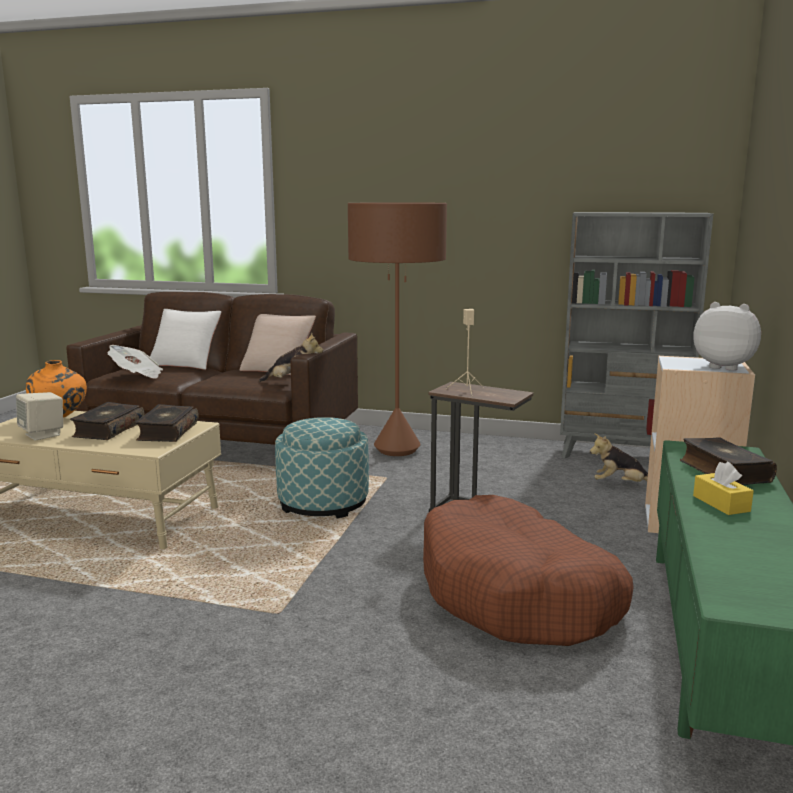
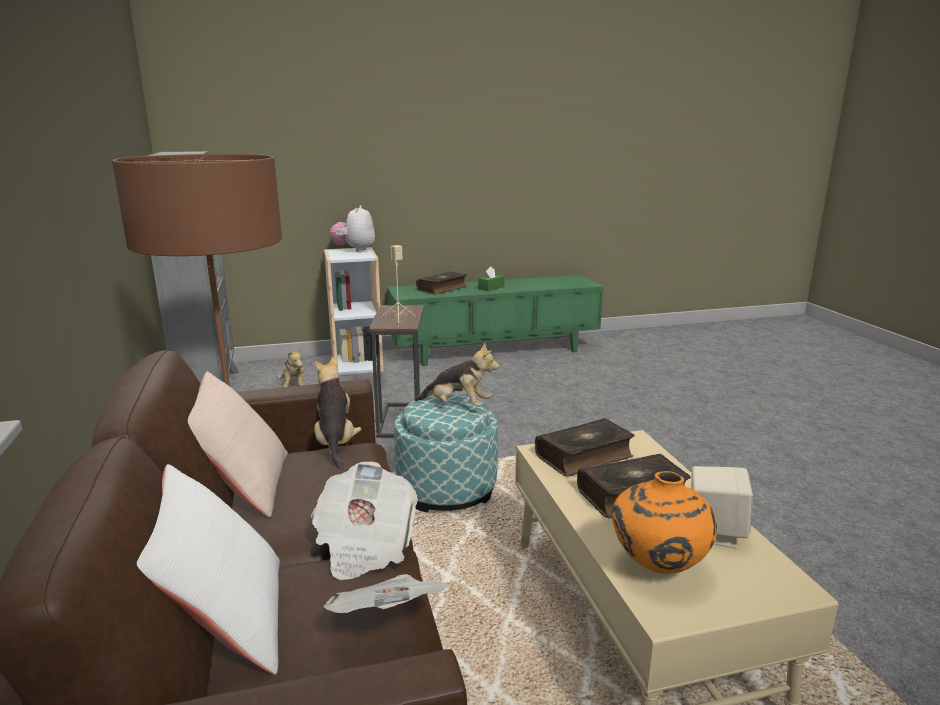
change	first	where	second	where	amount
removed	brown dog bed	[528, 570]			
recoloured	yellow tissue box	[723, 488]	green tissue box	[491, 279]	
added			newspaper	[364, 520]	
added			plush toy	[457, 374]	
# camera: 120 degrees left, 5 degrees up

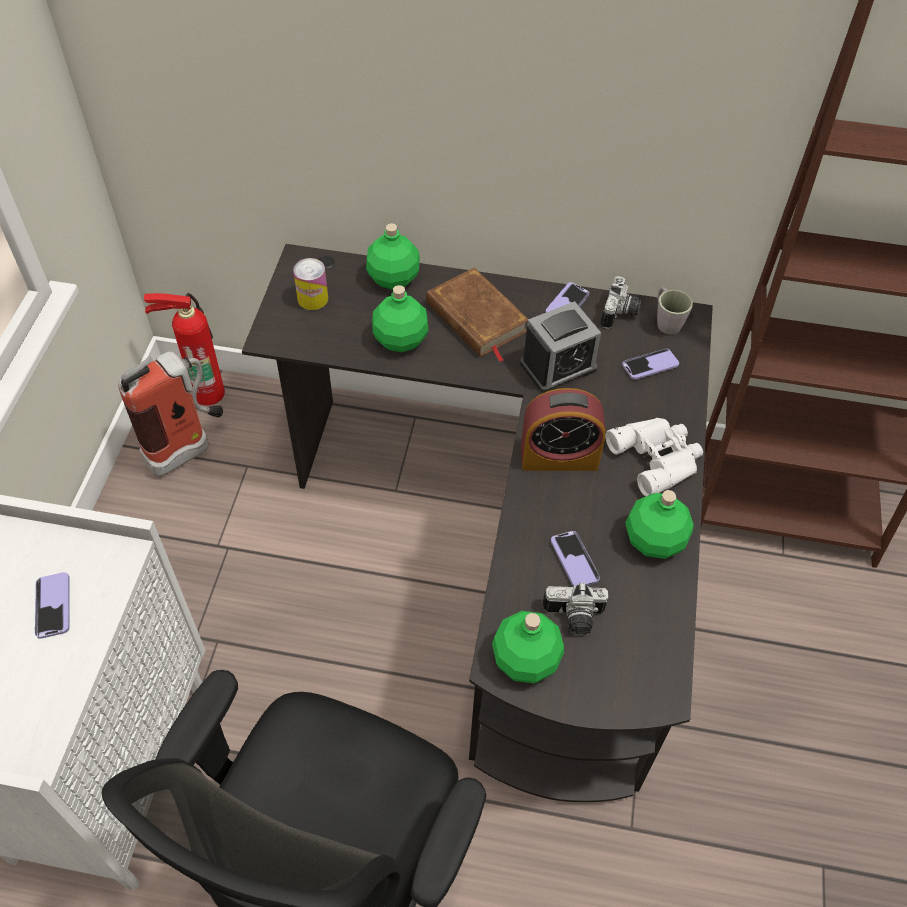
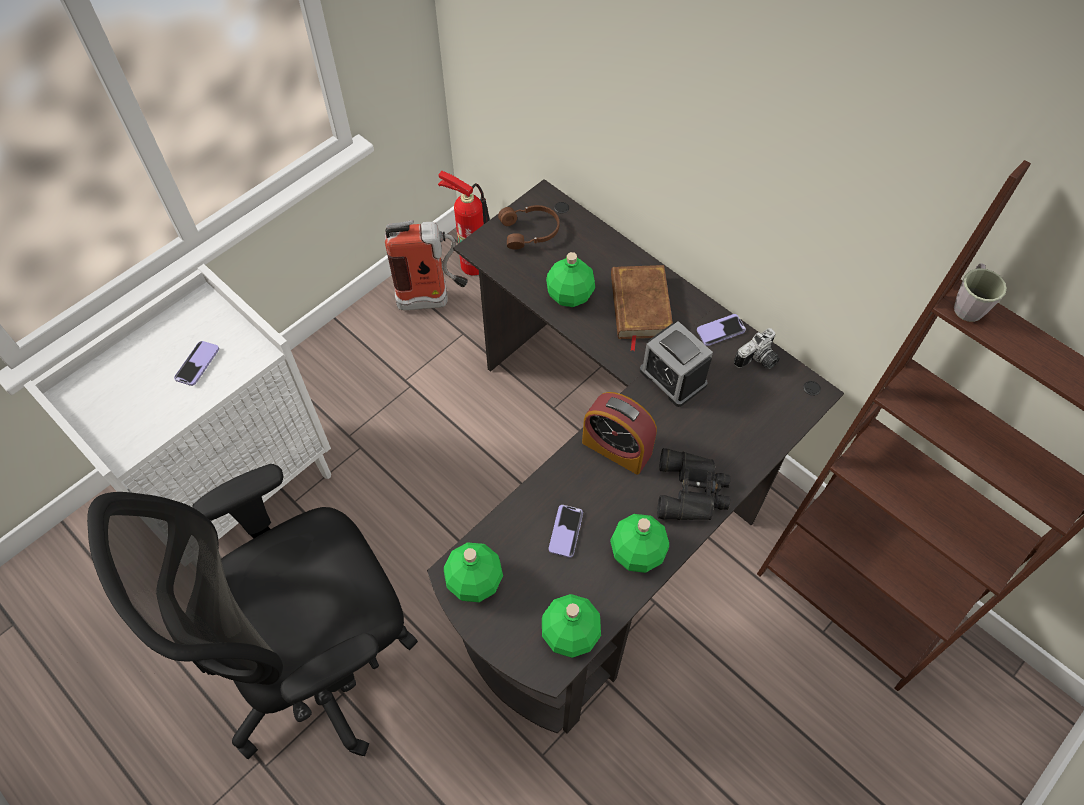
change	first	where	second	where	amount
replaced	can	[310, 284]	brown headphones	[528, 227]	
moved	green bottle	[393, 256]		[571, 626]	
turned	alarm clock	[560, 347]		[676, 364]	45 degrees clockwise
removed	photo camera	[575, 609]			
recoloured	white binoculars	[654, 457]	black binoculars	[693, 484]	
removed	phone	[650, 364]			
moved	grey mug	[675, 311]		[980, 292]	
# camera: 35 degrees right, 5 degrees up

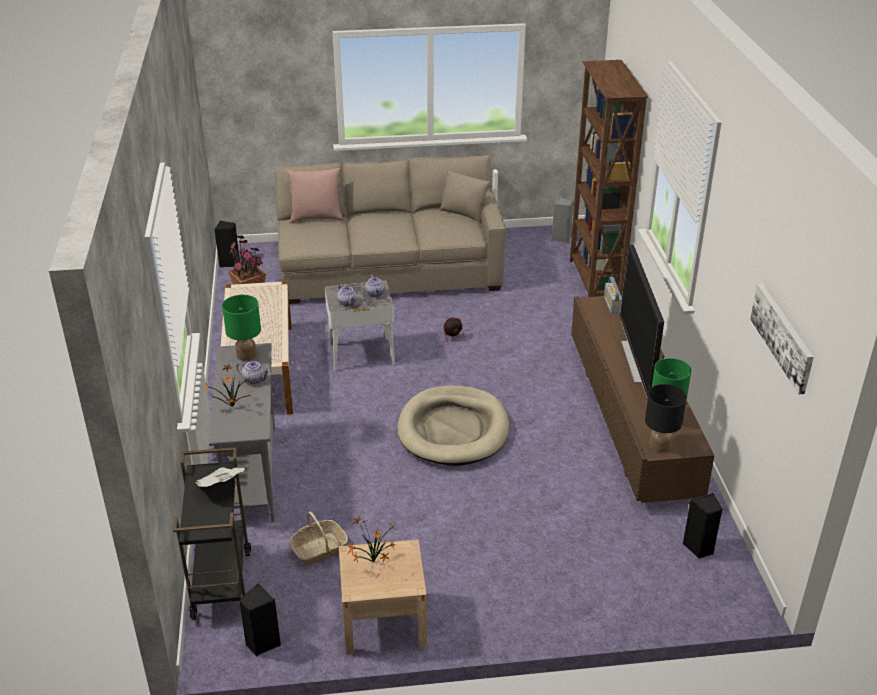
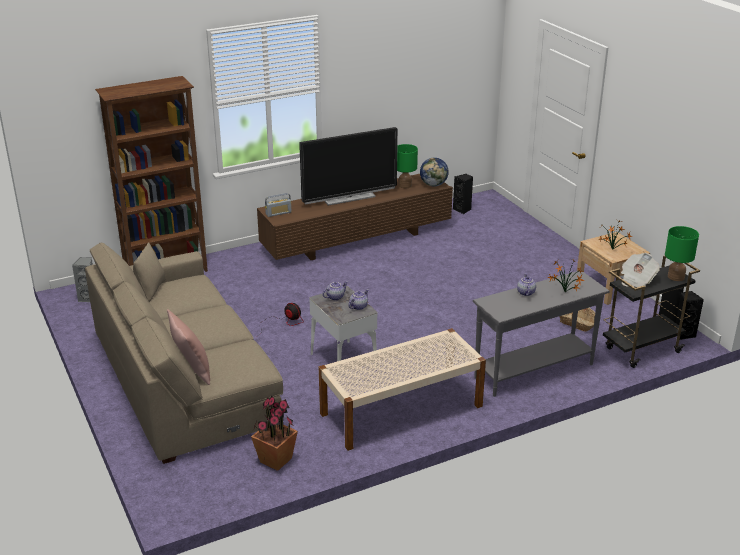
change	first	where	second	where	amount
moved	black speaker	[227, 244]		[689, 315]	
moved	green table lamp	[241, 327]		[682, 253]	
removed	beige dog bed	[453, 425]			
replaced	black table lamp	[666, 418]	globe	[434, 172]	
removed	picture	[782, 339]			
# camera: 110 degrees left, 5 degrees down

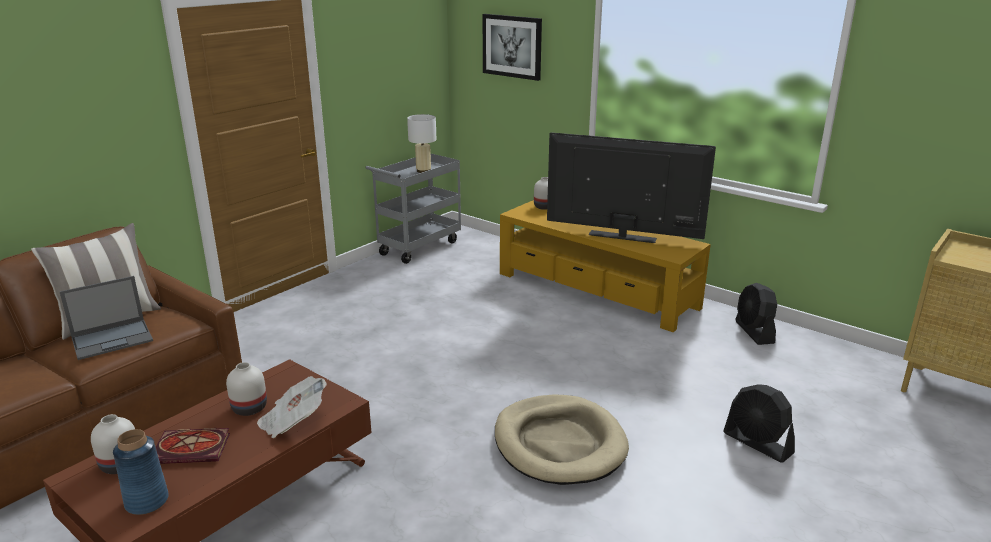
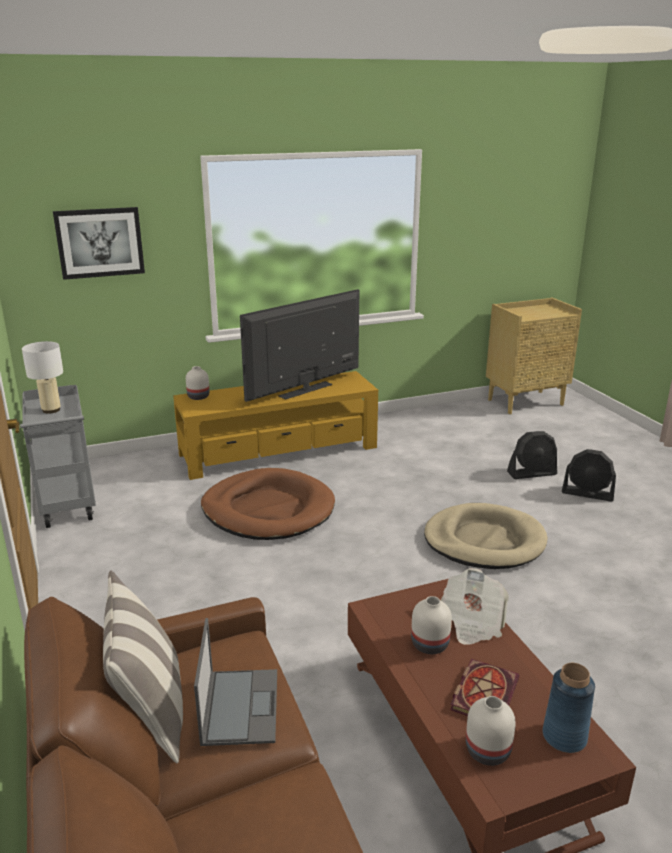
change	first	where	second	where	amount
moved	black fan	[756, 314]		[589, 475]	
added			brown dog bed	[268, 504]	
# camera: 60 degrees left, 0 degrees up

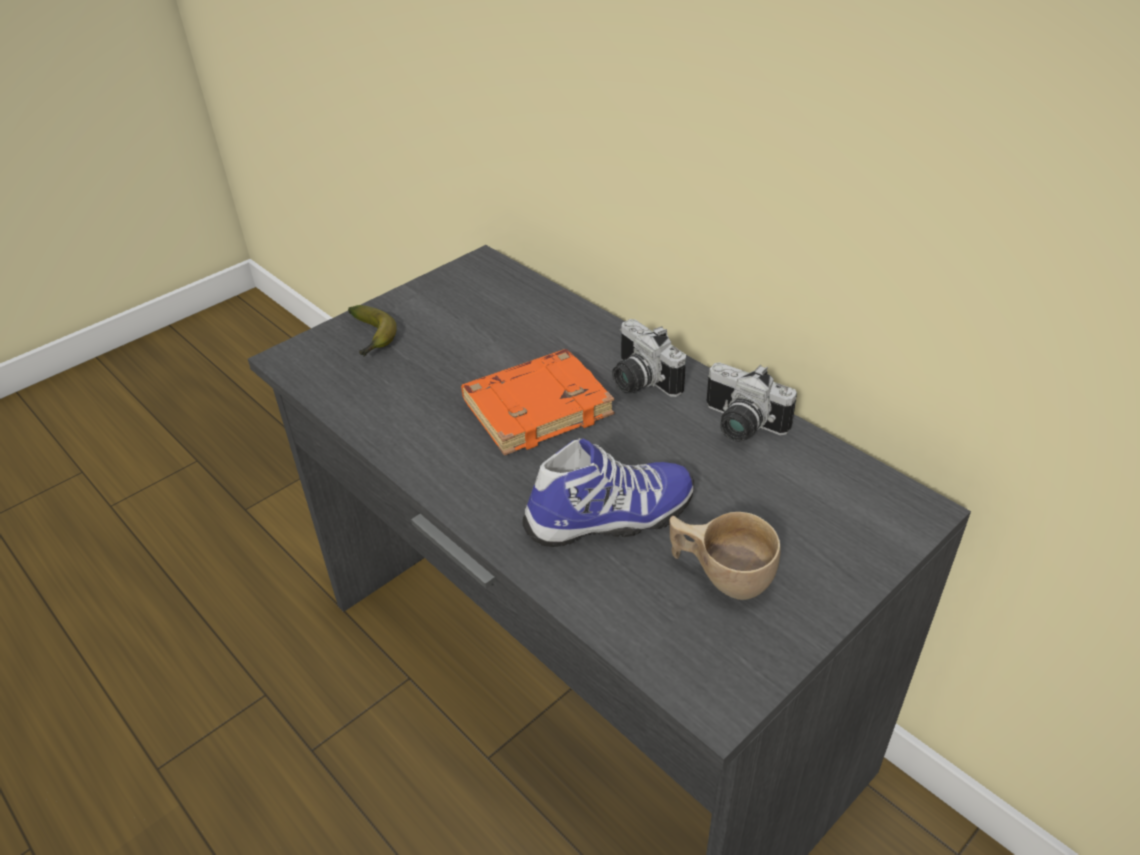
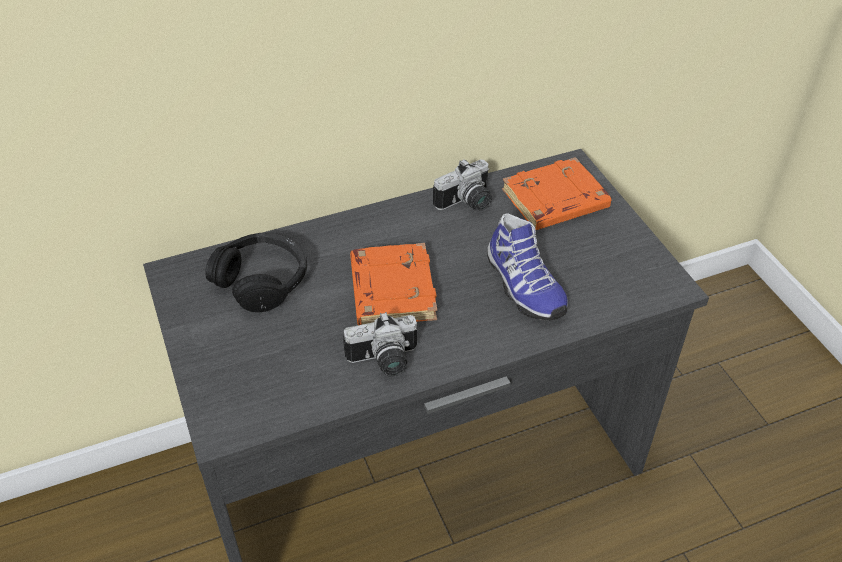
change	first	where	second	where	amount
removed	banana	[372, 331]			
turned	shoe	[608, 492]		[527, 267]	150 degrees clockwise
moved	photo camera	[649, 358]		[380, 344]	
removed	beige cup	[725, 556]			
added			black headphones	[256, 272]	
added			orange book	[556, 193]	
# camera: 70 degrees left, 5 degrees up

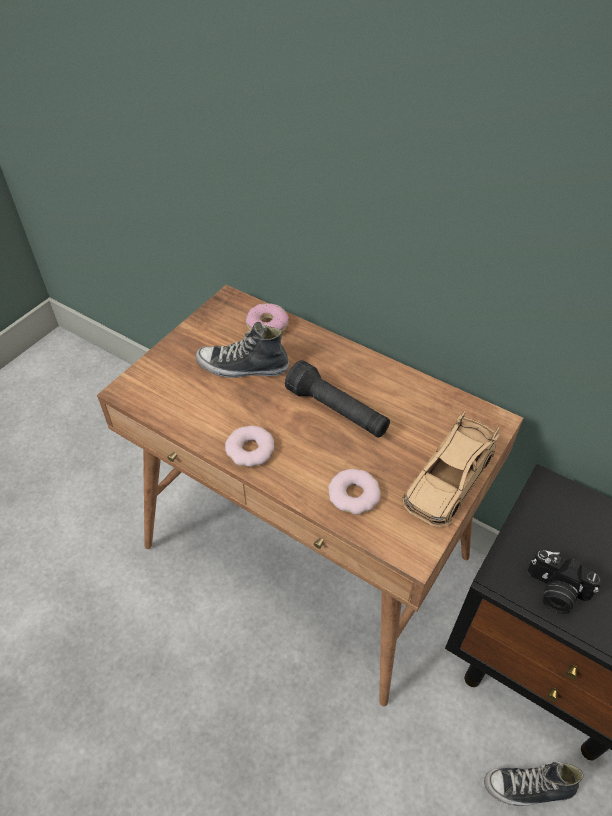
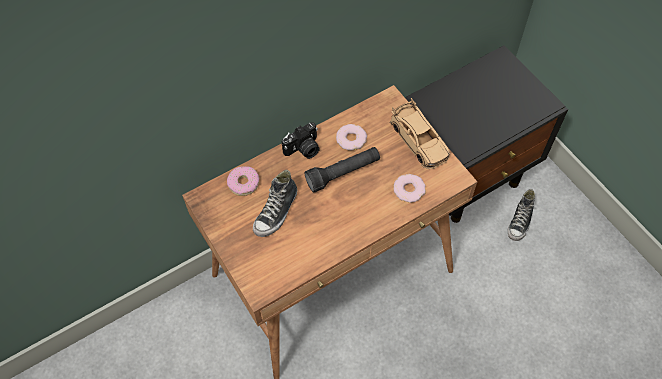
change	first	where	second	where	amount
moved	donut	[249, 446]		[351, 137]	
moved	photo camera	[564, 582]		[301, 140]	
# camera: 65 degrees left, 10 degrees up

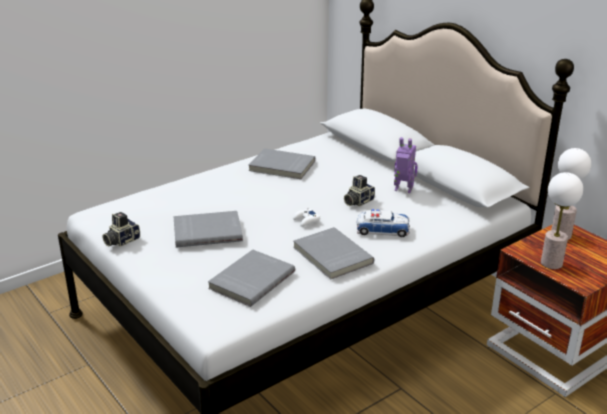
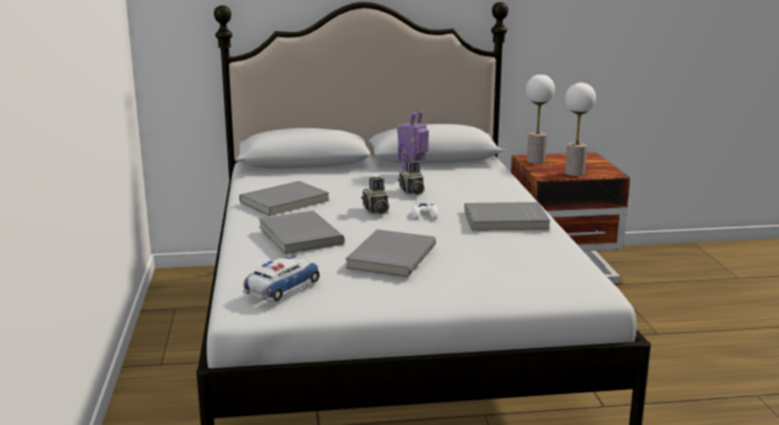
change	first	where	second	where	amount
moved	photo camera	[121, 229]		[375, 196]	
moved	grey book	[251, 278]		[302, 232]	
moved	toy car	[383, 223]		[281, 279]	
# camera: 60 degrees left, 10 degrees down

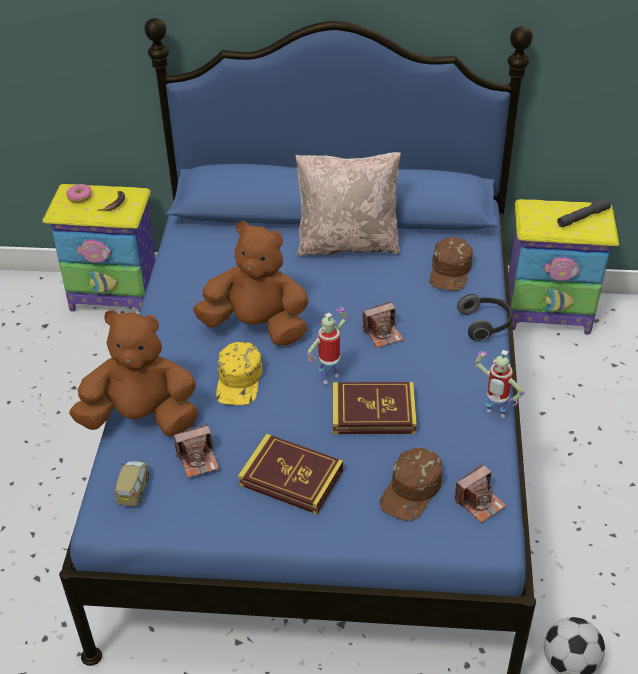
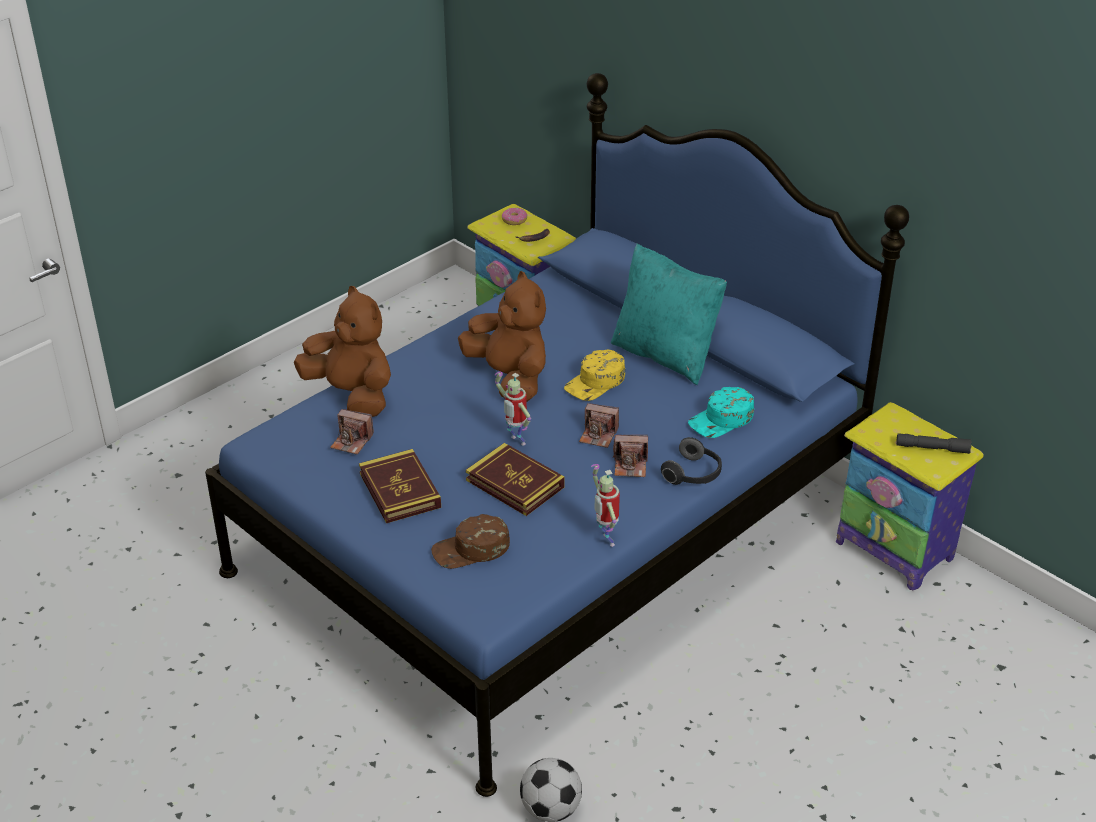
change	first	where	second	where	amount
removed	toy car	[131, 483]			
moved	yellow cap	[239, 373]		[594, 375]	
recoloured	beige pillow	[348, 204]	turquoise pillow	[669, 314]	
turned	toy robot	[327, 345]		[513, 409]	135 degrees counterclockwise
recoloured	brown cap	[451, 264]	turquoise cap	[721, 412]	
moved	photo camera	[480, 493]		[630, 456]	
# camera: 40 degrees right, 5 degrees down

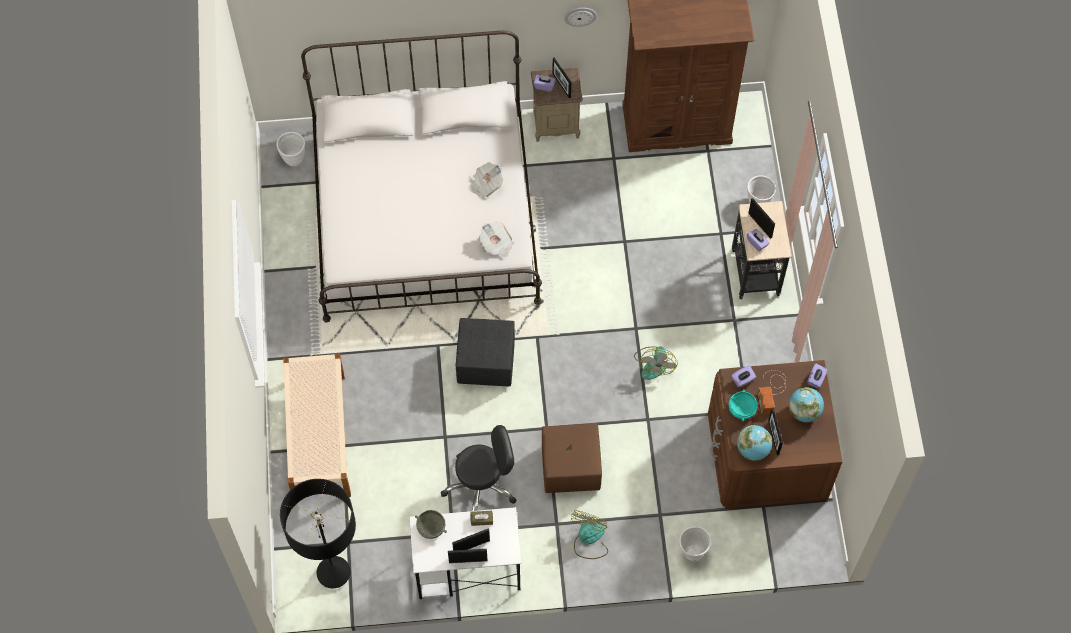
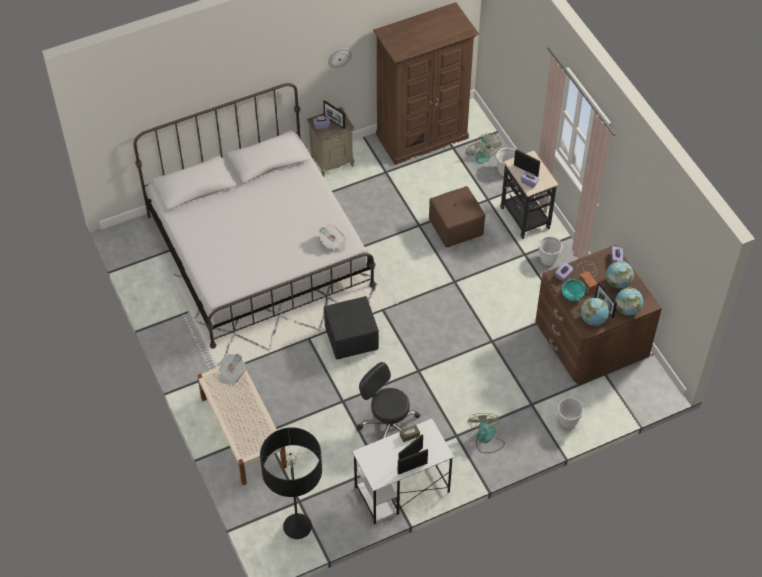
change	first	where	second	where	amount
moved	white planter	[290, 149]		[550, 251]	
removed	grey bowl	[431, 524]			
turned	black office chair	[479, 468]		[388, 401]	105 degrees counterclockwise
moved	newspaper	[485, 180]		[232, 370]	
moved	brown ottoman	[572, 458]		[457, 217]	
moved	fan	[656, 363]		[484, 148]	
added			globe	[629, 301]	
# camera: 20 degrees left, 10 degrees down

